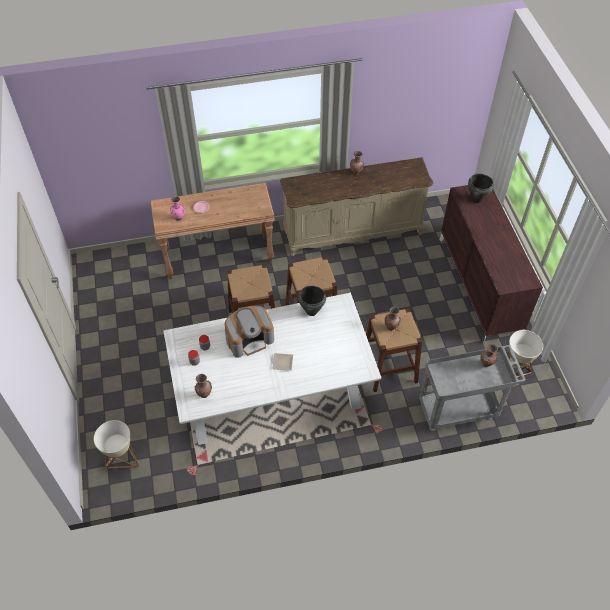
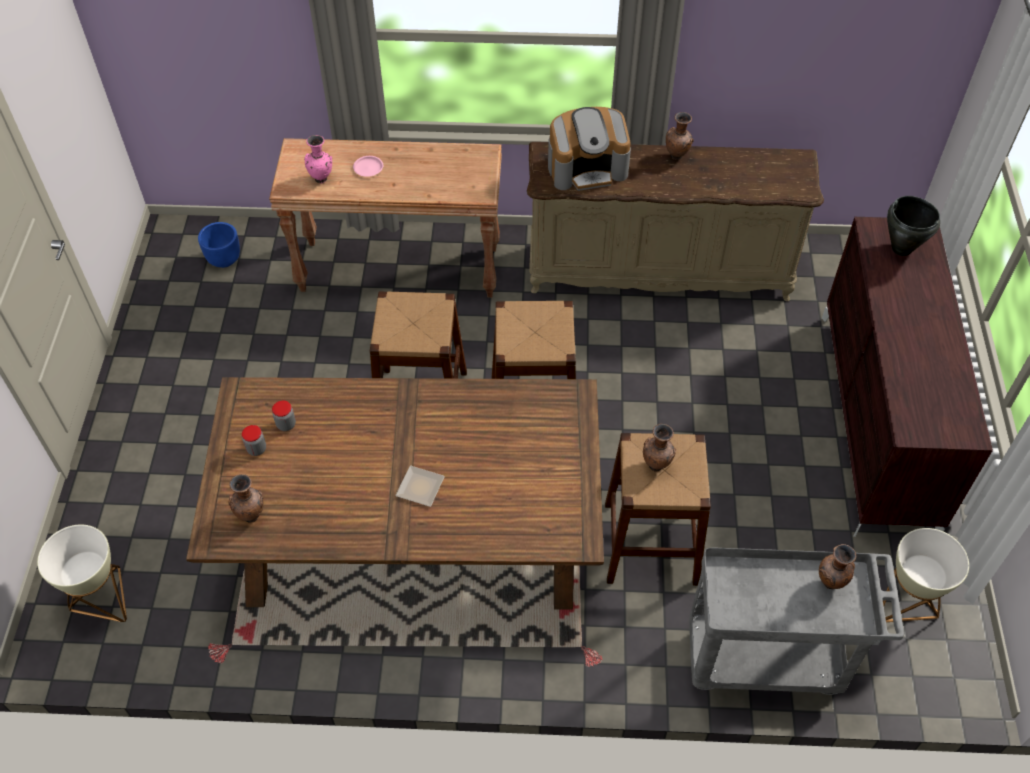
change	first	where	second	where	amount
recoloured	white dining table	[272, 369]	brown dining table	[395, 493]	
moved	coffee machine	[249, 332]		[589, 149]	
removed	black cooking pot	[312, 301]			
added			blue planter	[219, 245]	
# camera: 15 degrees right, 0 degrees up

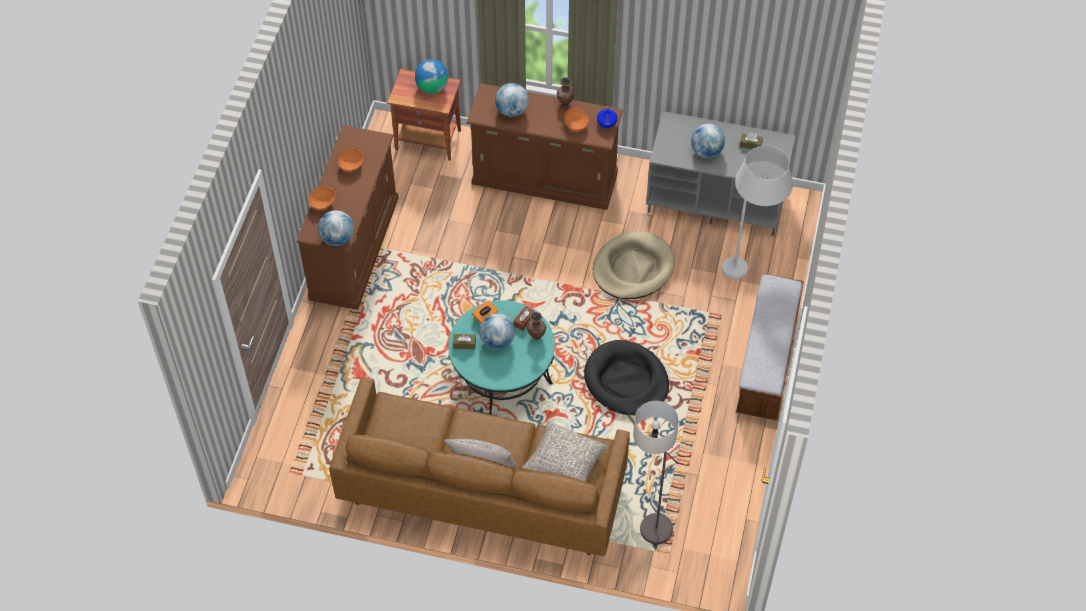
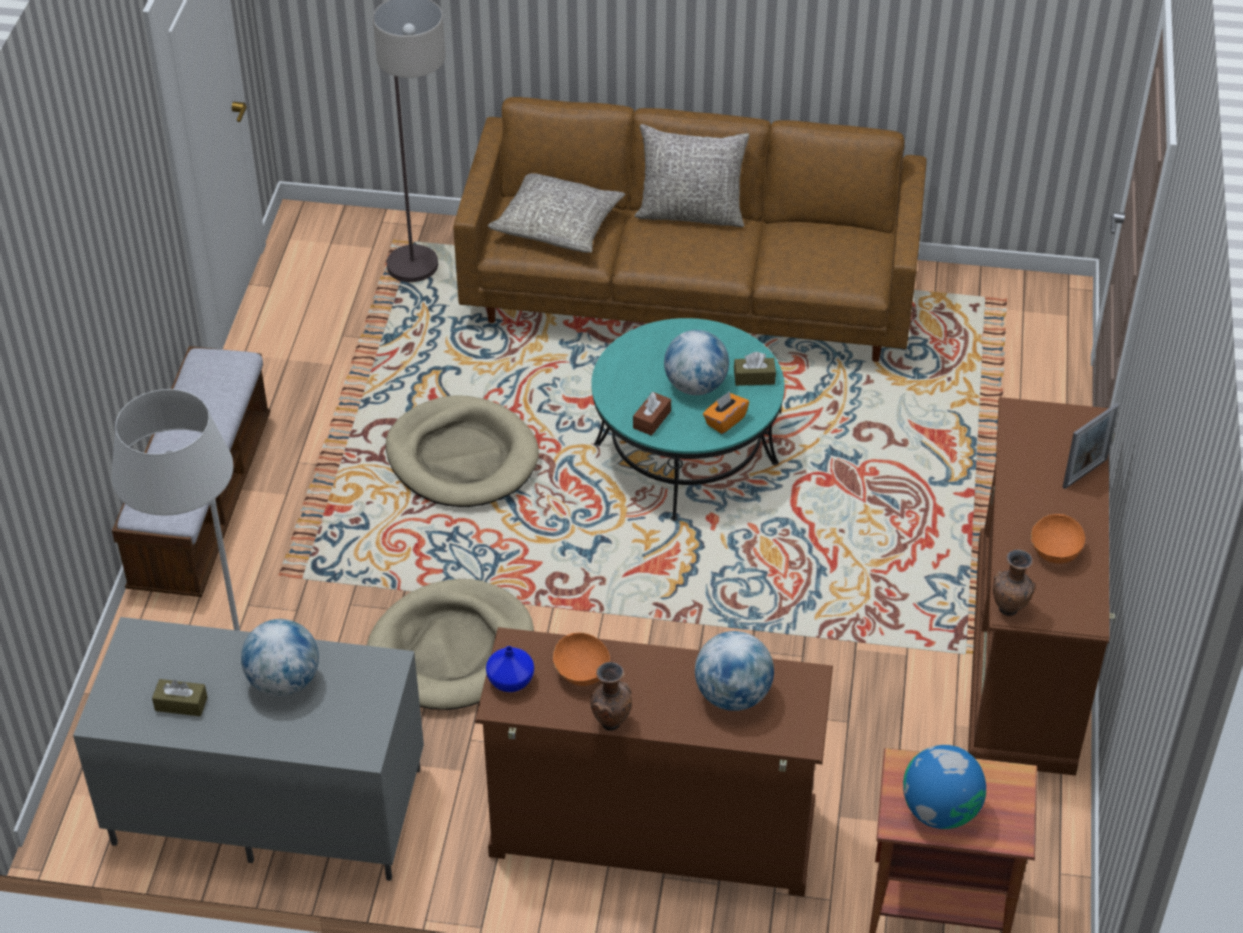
change	first	where	second	where	amount
replaced	orange bowl	[321, 198]	picture frame	[1091, 446]	
removed	globe	[336, 228]			
moved	brown vase	[536, 326]		[1014, 583]	
recoloured	black dog bed	[626, 377]	beige dog bed	[462, 451]	
# camera: 175 degrees right, 10 degrees down

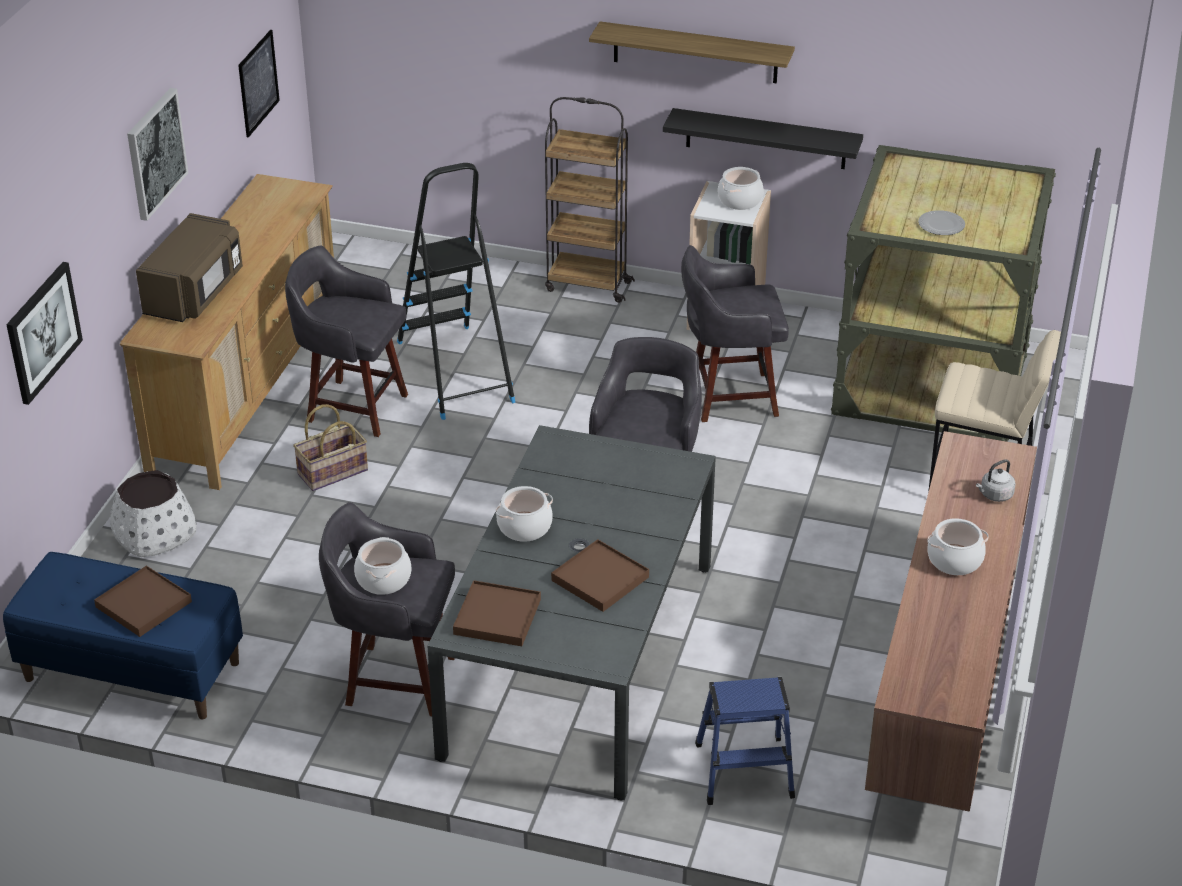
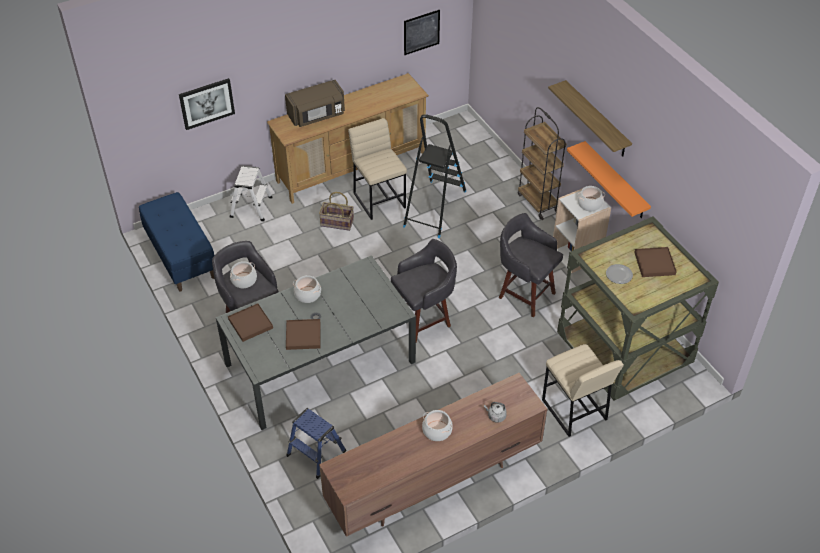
change	first	where	second	where	amount
moved	brown tray	[143, 601]		[655, 262]	
replaced	white planter	[153, 513]	white step ladder	[251, 193]	
removed	picture	[157, 154]			
replaced	grey stool	[346, 341]	beige chair	[377, 169]	
recoloured	black shelf	[763, 138]	orange shelf	[609, 179]	
# camera: 45 degrees right, 10 degrees up

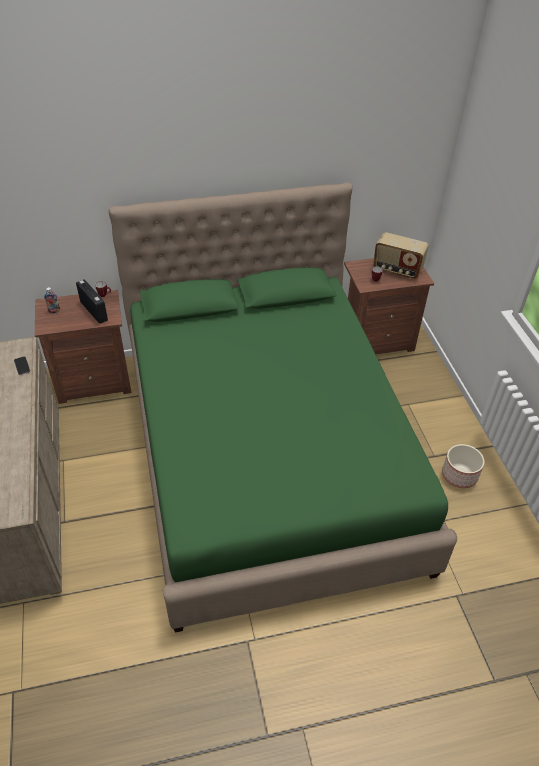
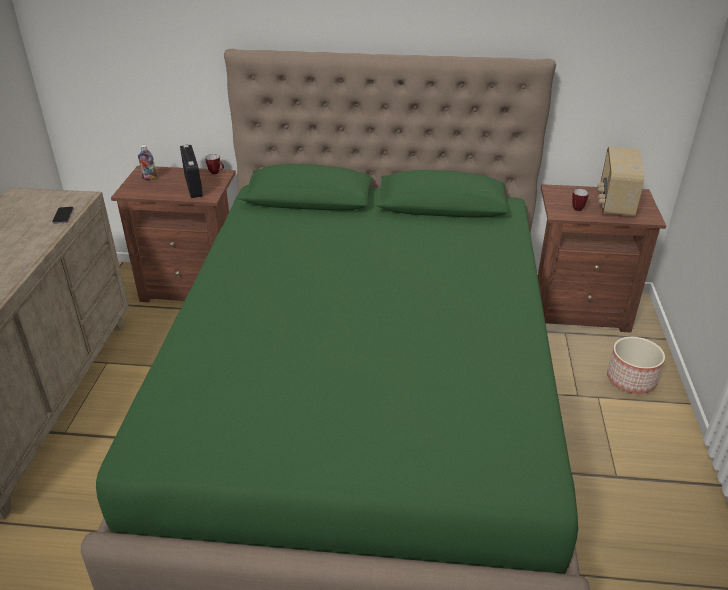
change	first	where	second	where	amount
turned	radio	[401, 255]		[621, 181]	60 degrees clockwise
moved	planter	[463, 466]		[636, 365]	
# camera: 20 degrees right, 10 degrees down

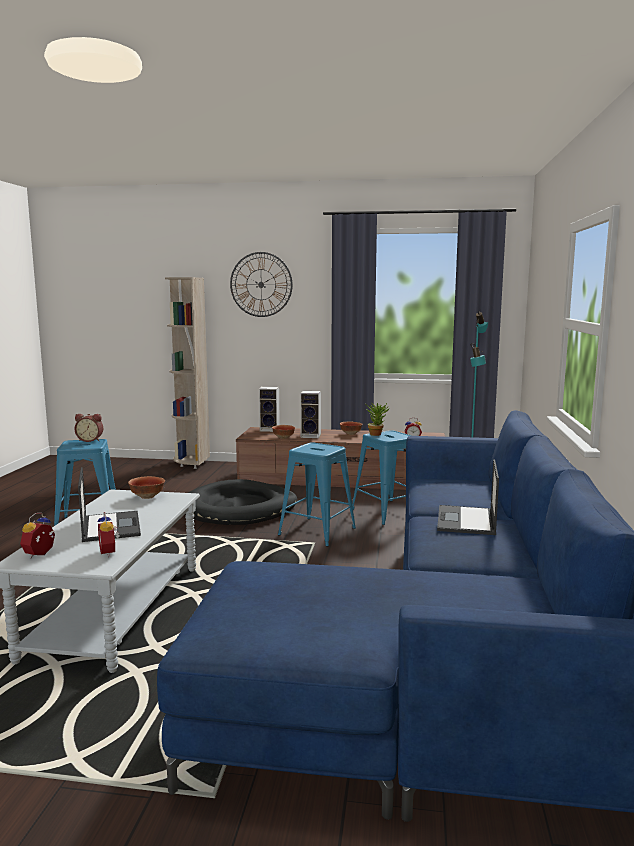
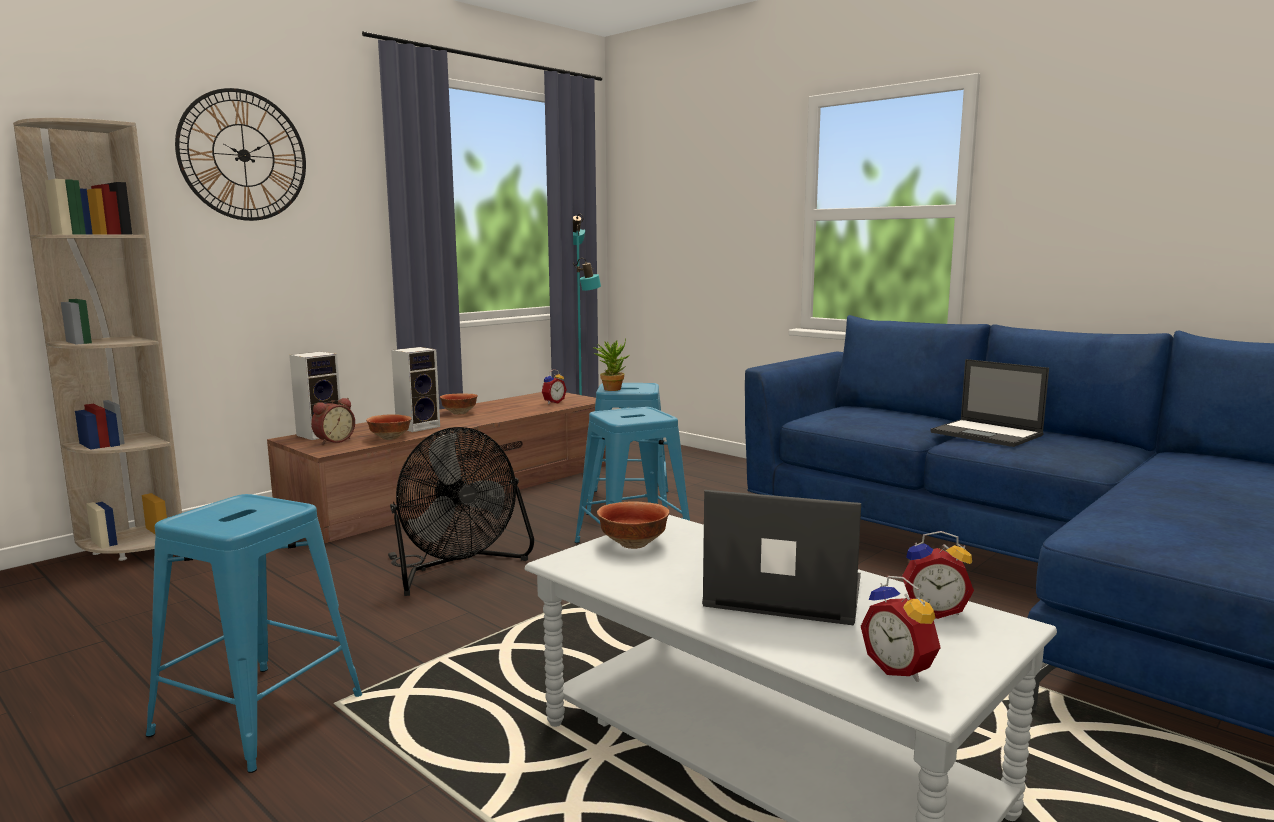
change	first	where	second	where	amount
moved	alarm clock	[88, 428]		[333, 421]	
replaced	black dog bed	[242, 502]	black fan	[461, 511]	
# camera: 55 degrees left, 0 degrees up

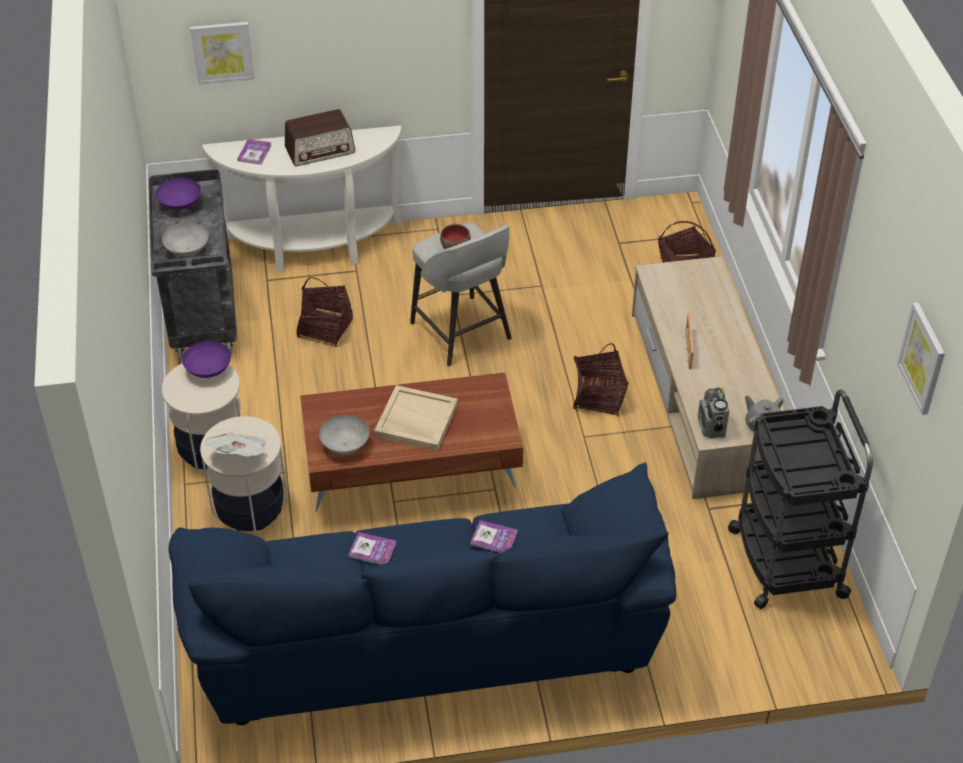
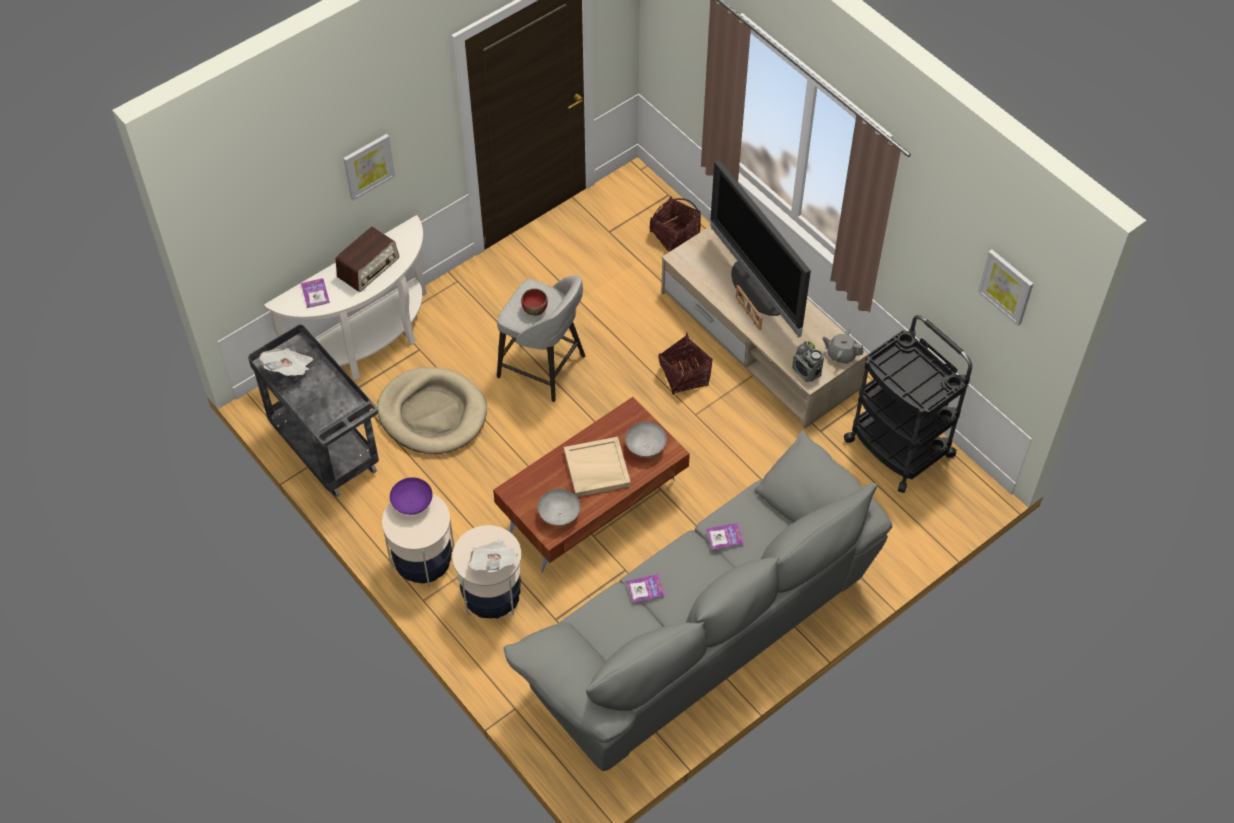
change	first	where	second	where	amount
replaced	purple bowl	[178, 194]	newspaper	[286, 362]	
moved	grey bowl	[185, 239]		[646, 439]	
recoloured	blue sofa	[422, 593]	grey sofa	[698, 600]	
moved	picture	[222, 53]		[369, 167]	
replaced	basket	[324, 312]	beige dog bed	[432, 410]	
added			television	[760, 249]	
# camera: 30 degrees left, 10 degrees up

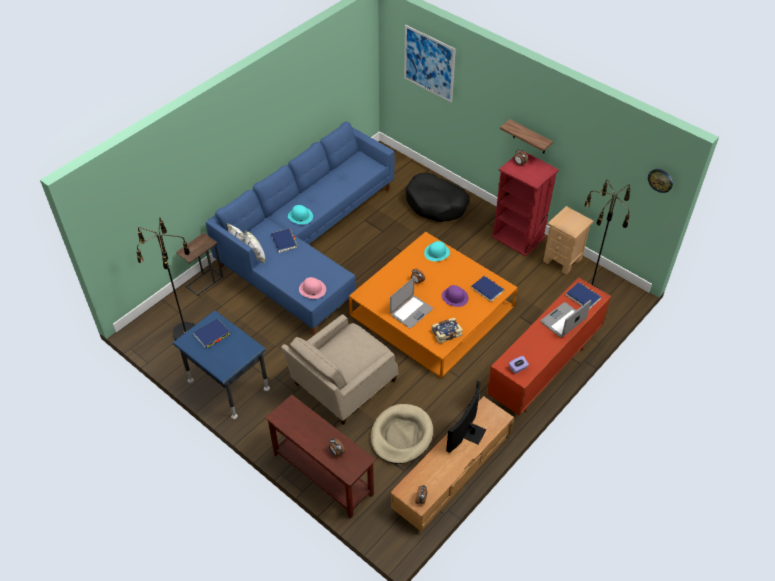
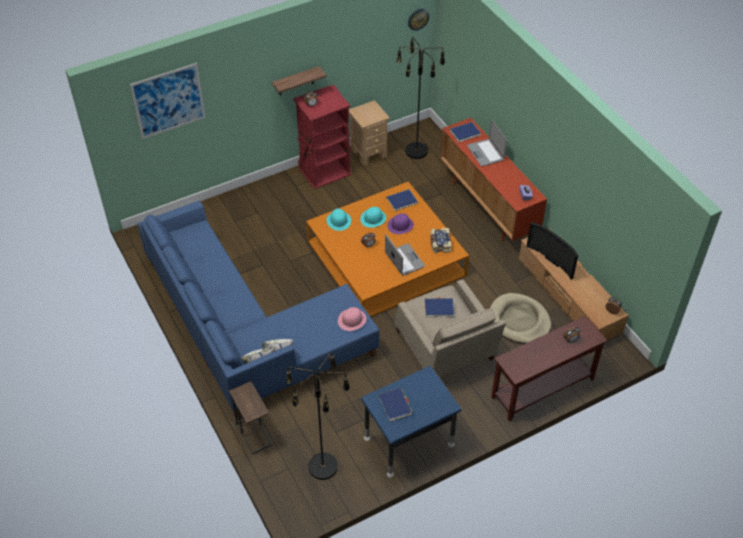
change	first	where	second	where	amount
moved	blue book	[284, 241]		[439, 307]	
moved	turquoise hat	[300, 214]		[373, 217]	
removed	black dog bed	[438, 197]			
# camera: 70 degrees left, 0 degrees up

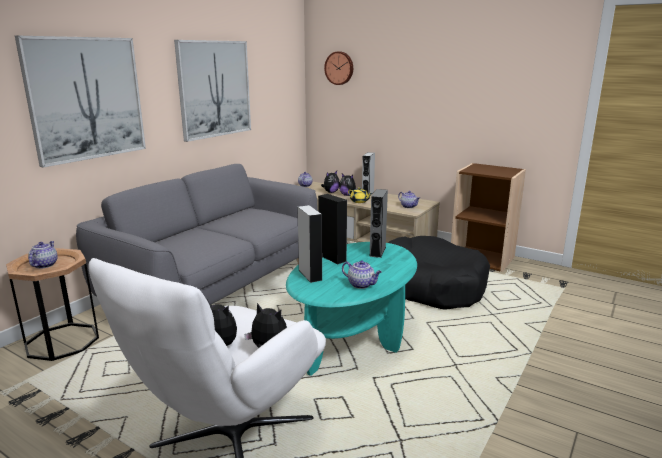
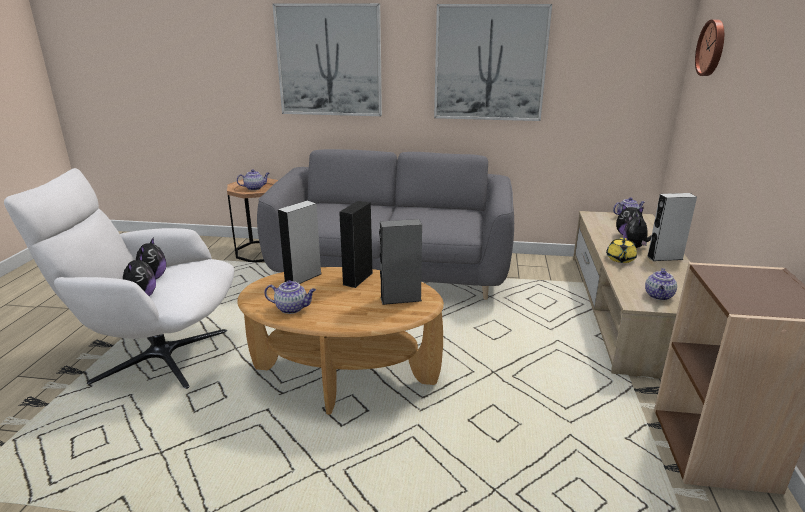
change	first	where	second	where	amount
recoloured	turquoise coffee table	[351, 309]	brown coffee table	[340, 341]	
turned	teapot	[362, 274]		[290, 297]	90 degrees counterclockwise
removed	black dog bed	[439, 272]			
# camera: 65 degrees right, 5 degrees up

